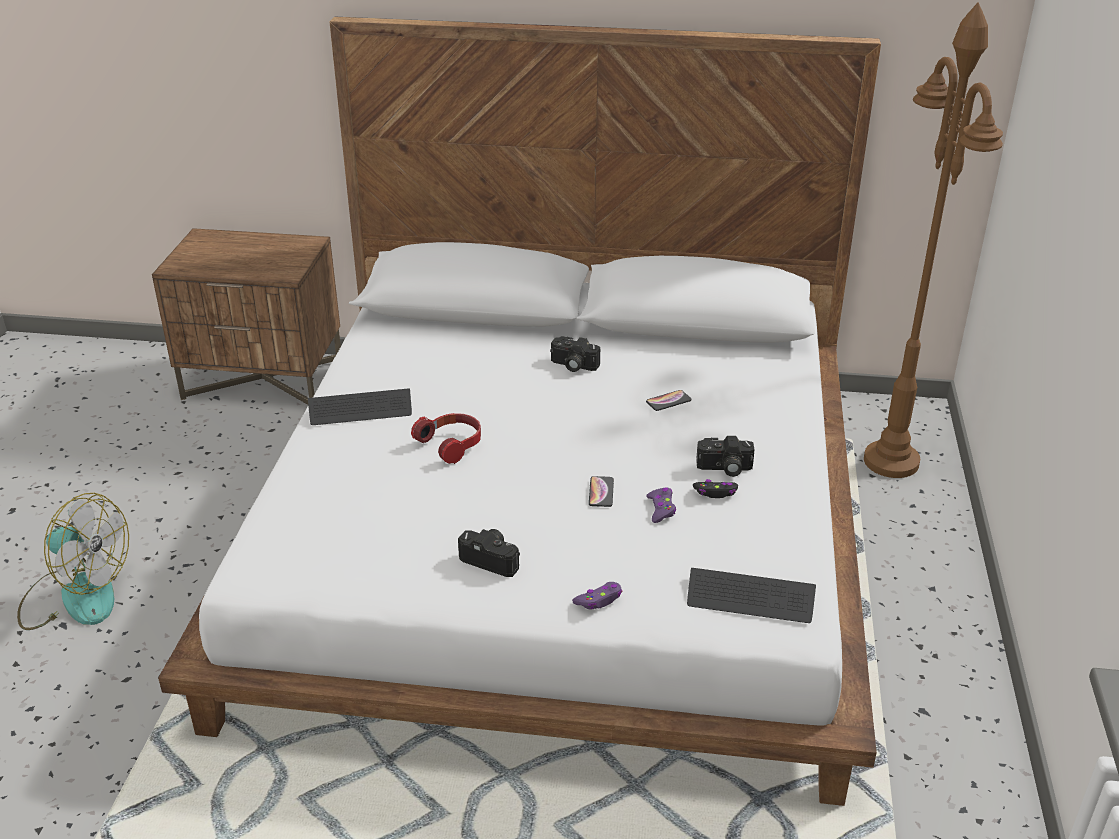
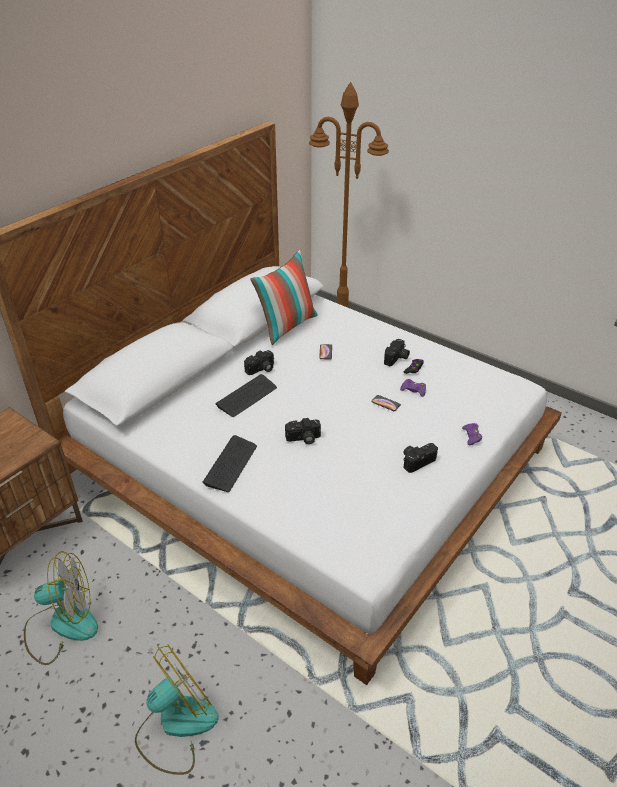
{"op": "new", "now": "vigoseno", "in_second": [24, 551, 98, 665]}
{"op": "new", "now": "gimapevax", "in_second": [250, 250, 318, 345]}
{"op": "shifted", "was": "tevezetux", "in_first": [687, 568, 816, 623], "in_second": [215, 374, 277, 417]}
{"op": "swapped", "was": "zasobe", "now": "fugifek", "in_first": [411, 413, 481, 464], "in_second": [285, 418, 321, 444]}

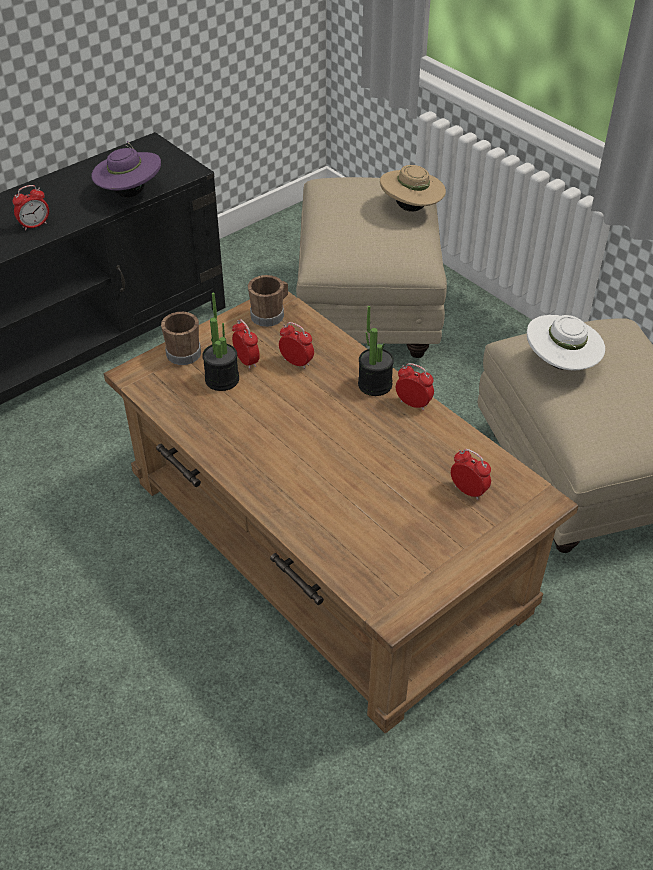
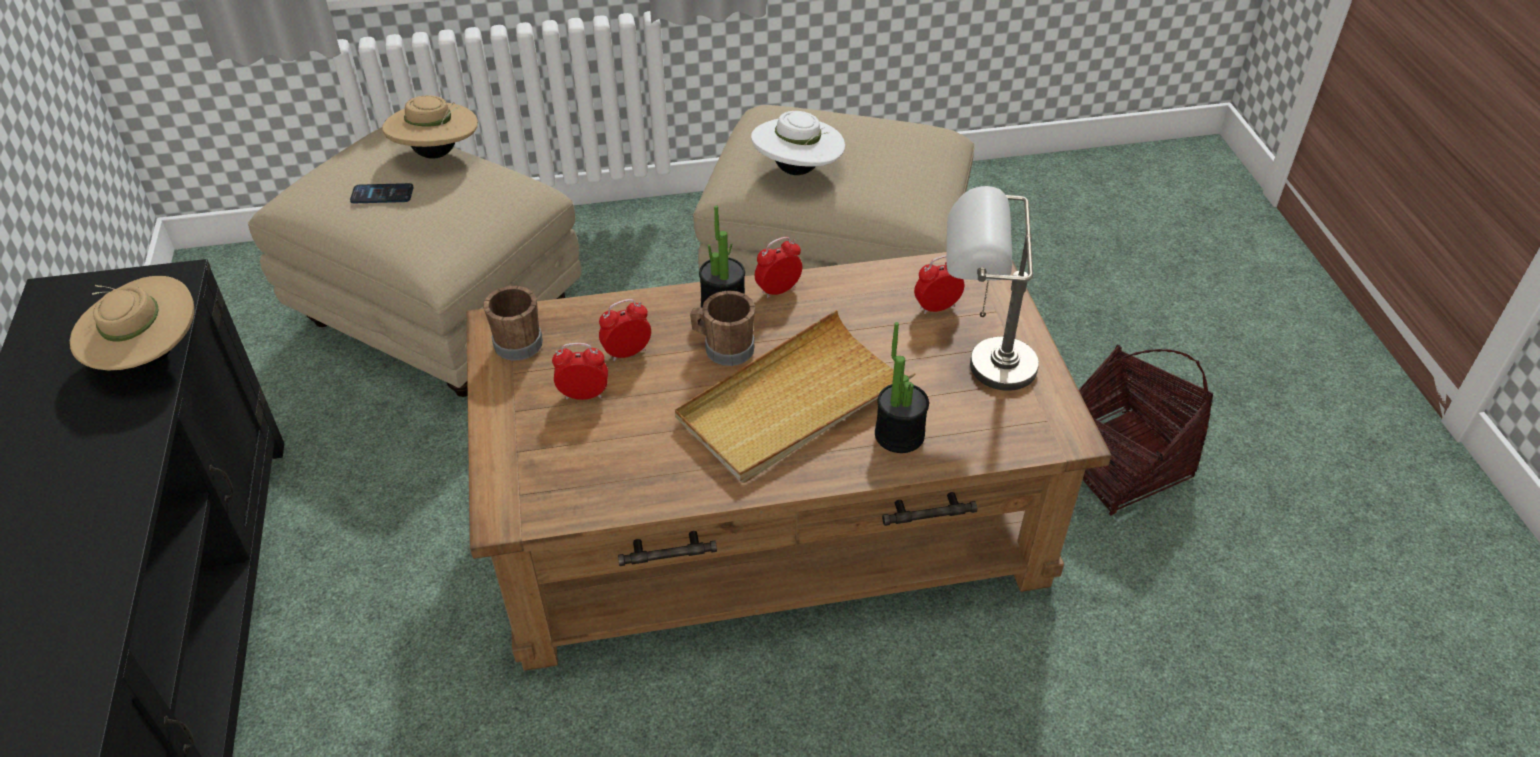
{"op": "gone", "was": "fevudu", "in_first": [12, 185, 49, 231]}
{"op": "new", "now": "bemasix", "in_second": [350, 183, 414, 203]}
{"op": "new", "now": "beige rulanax", "in_second": [675, 310, 916, 483]}
{"op": "new", "now": "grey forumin", "in_second": [947, 186, 1039, 391]}
{"op": "new", "now": "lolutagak", "in_second": [1079, 344, 1213, 515]}
{"op": "shifted", "was": "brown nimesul", "in_first": [161, 312, 201, 365], "in_second": [690, 291, 755, 366]}
{"op": "shifted", "was": "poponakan", "in_first": [202, 293, 239, 391], "in_second": [875, 322, 929, 453]}
{"op": "repainted", "was": "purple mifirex", "now": "beige mifirex", "in_first": [91, 141, 161, 197], "in_second": [70, 276, 194, 371]}

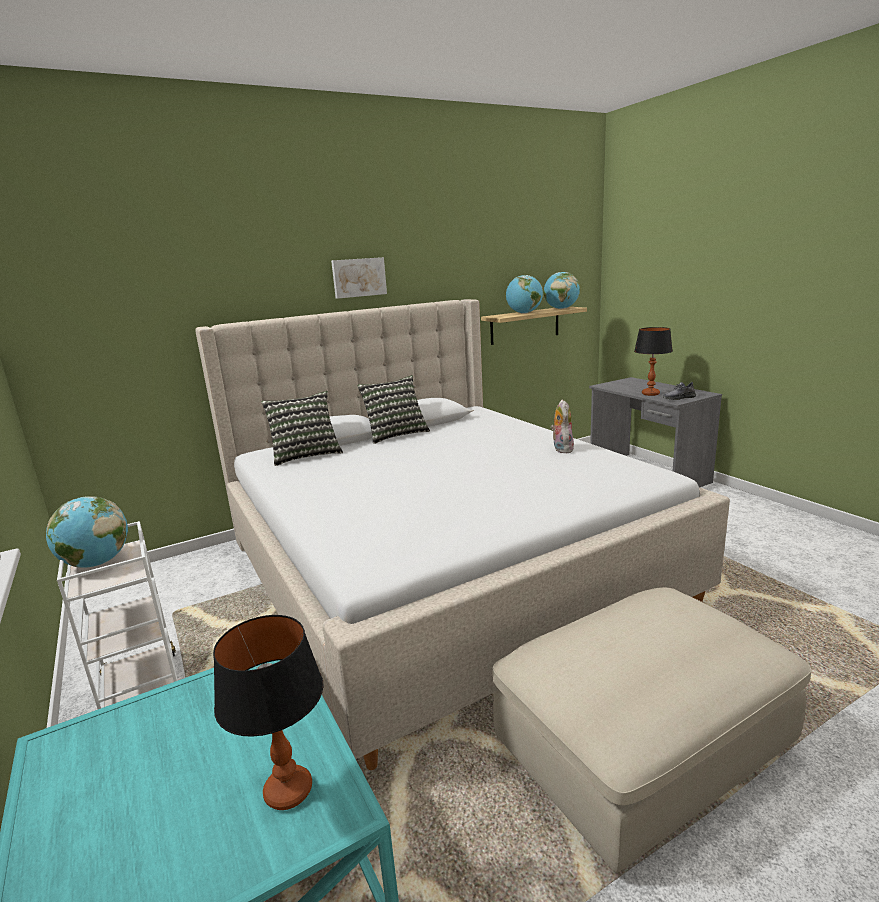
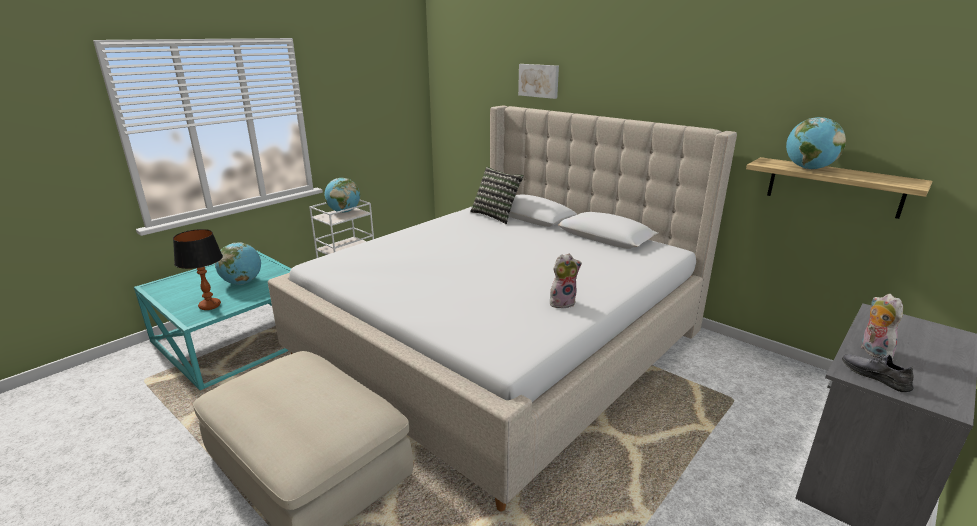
{"op": "gone", "was": "gimapevax", "in_first": [357, 375, 430, 444]}
{"op": "shifted", "was": "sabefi", "in_first": [331, 257, 387, 299], "in_second": [518, 64, 559, 99]}
{"op": "shifted", "was": "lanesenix", "in_first": [543, 272, 580, 309], "in_second": [215, 242, 261, 285]}
{"op": "swapped", "was": "forumin", "now": "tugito", "in_first": [634, 327, 673, 396], "in_second": [861, 294, 903, 359]}

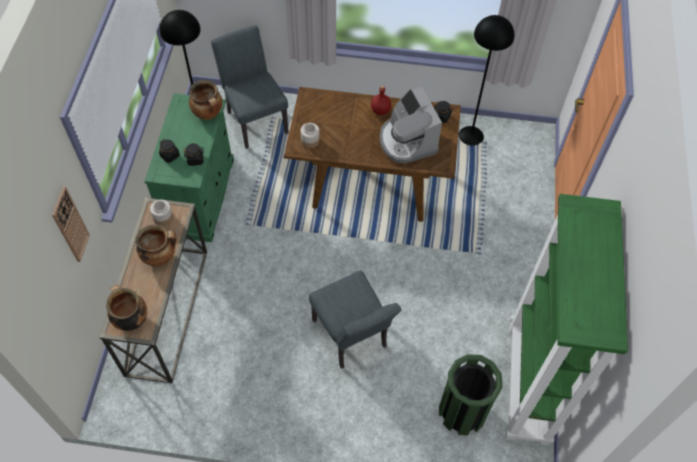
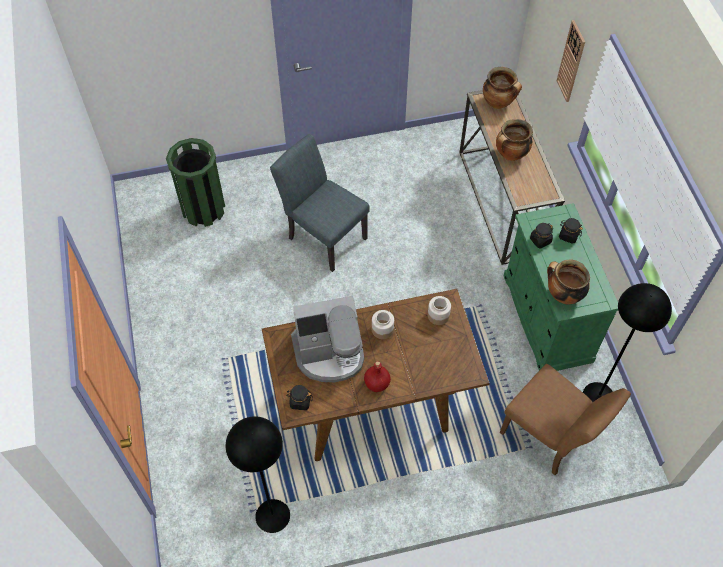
{"op": "gone", "was": "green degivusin", "in_first": [505, 194, 628, 445]}
{"op": "shifted", "was": "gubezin", "in_first": [150, 200, 173, 226], "in_second": [372, 310, 394, 339]}
{"op": "repainted", "was": "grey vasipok", "now": "brown vasipok", "in_first": [211, 25, 289, 149], "in_second": [500, 364, 631, 475]}
{"op": "rotated", "was": "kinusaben", "in_first": [380, 87, 442, 163], "in_second": [291, 296, 364, 382], "clockwise": 120}

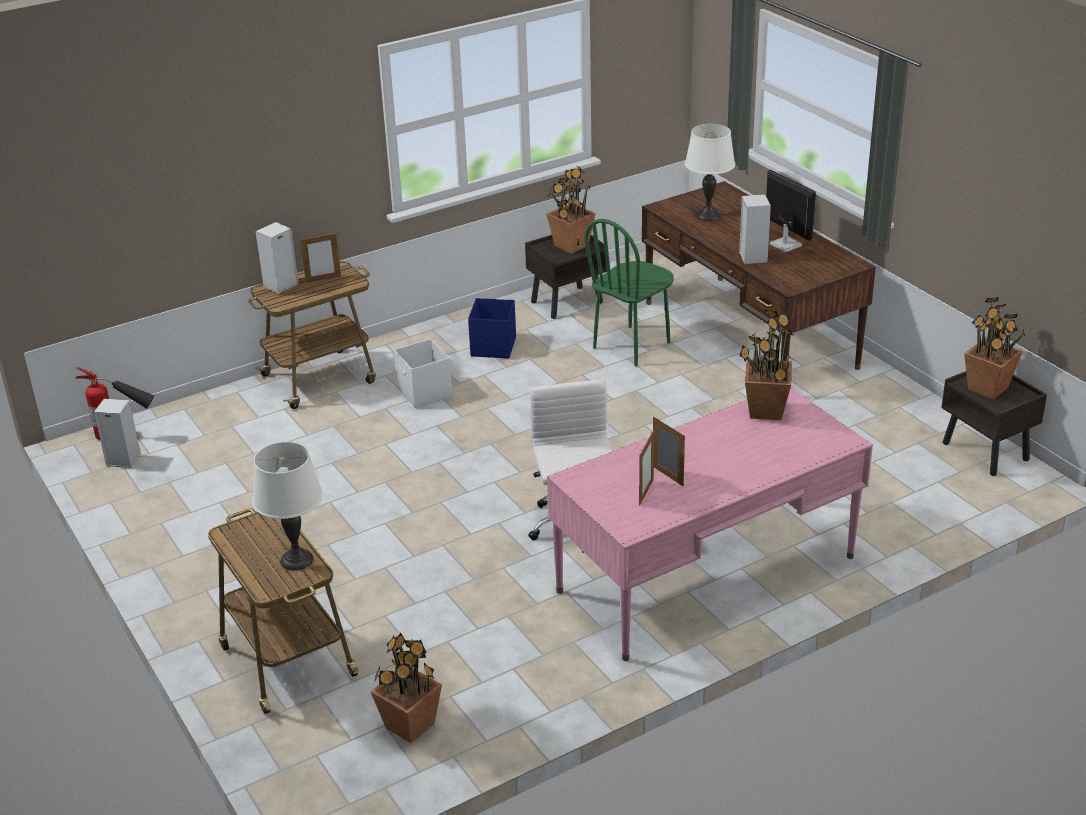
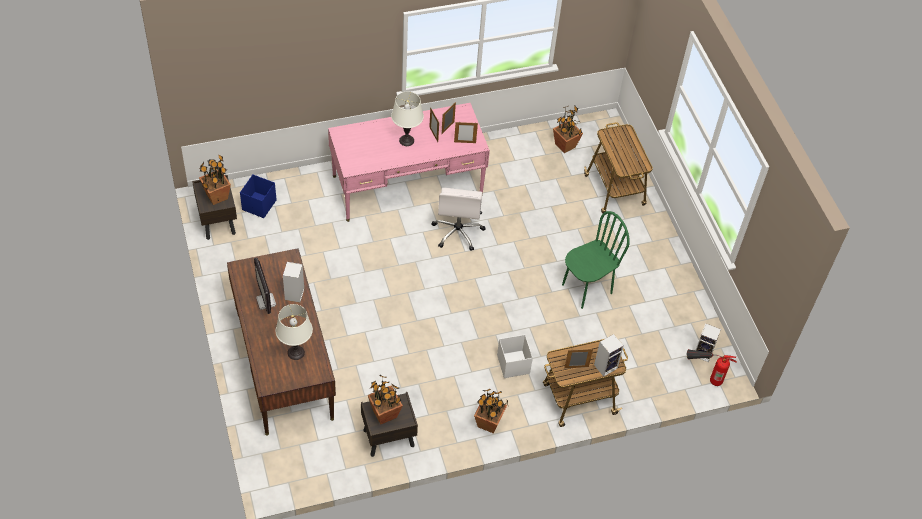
{"op": "new", "now": "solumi", "in_second": [454, 122, 478, 143]}
{"op": "shifted", "was": "white forumin", "in_first": [252, 442, 323, 570], "in_second": [391, 91, 424, 146]}
{"op": "shifted", "was": "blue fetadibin", "in_first": [468, 298, 516, 358], "in_second": [240, 175, 277, 218]}
{"op": "shifted", "was": "green vasipok", "in_first": [585, 219, 674, 366], "in_second": [562, 211, 630, 309]}
{"op": "shifted", "was": "poponakan", "in_first": [739, 310, 793, 420], "in_second": [474, 389, 508, 434]}

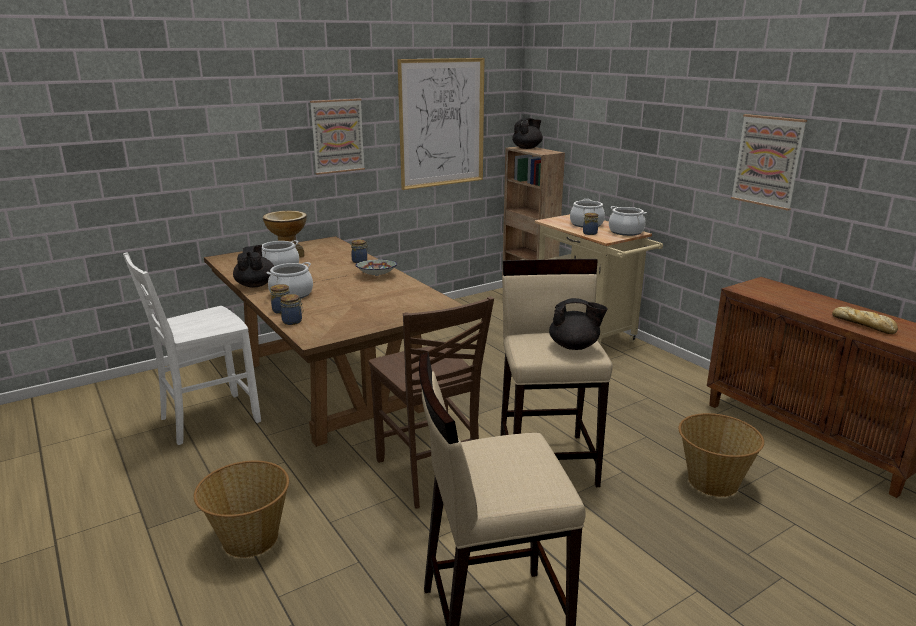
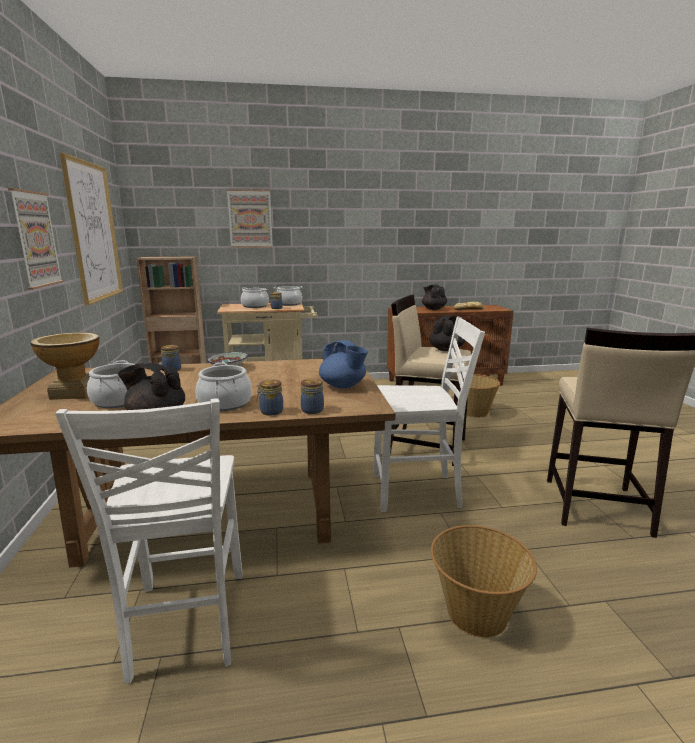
{"op": "new", "now": "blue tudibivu", "in_second": [319, 340, 368, 389]}
{"op": "shifted", "was": "black tudibivu", "in_first": [512, 118, 543, 149], "in_second": [422, 285, 447, 310]}
{"op": "shifted", "was": "sabefi", "in_first": [731, 114, 807, 211], "in_second": [227, 189, 273, 248]}
{"op": "repainted", "was": "brown vasipok", "now": "white vasipok", "in_first": [369, 296, 494, 509], "in_second": [374, 316, 485, 512]}

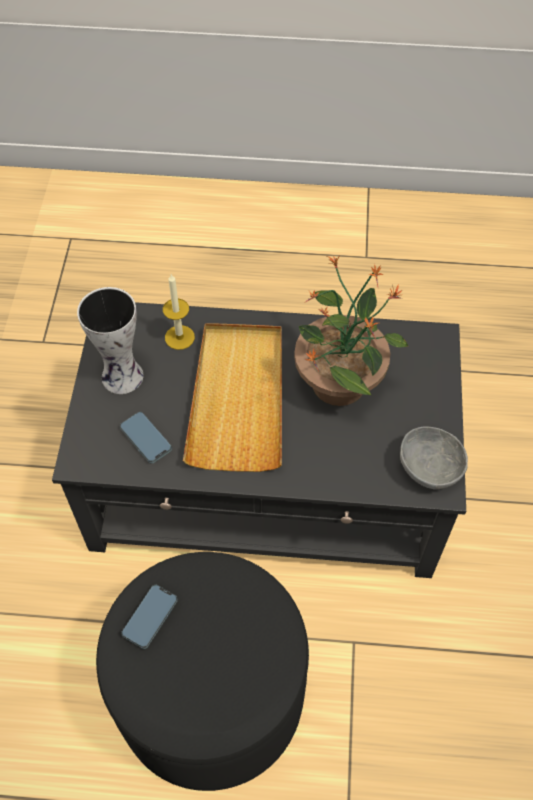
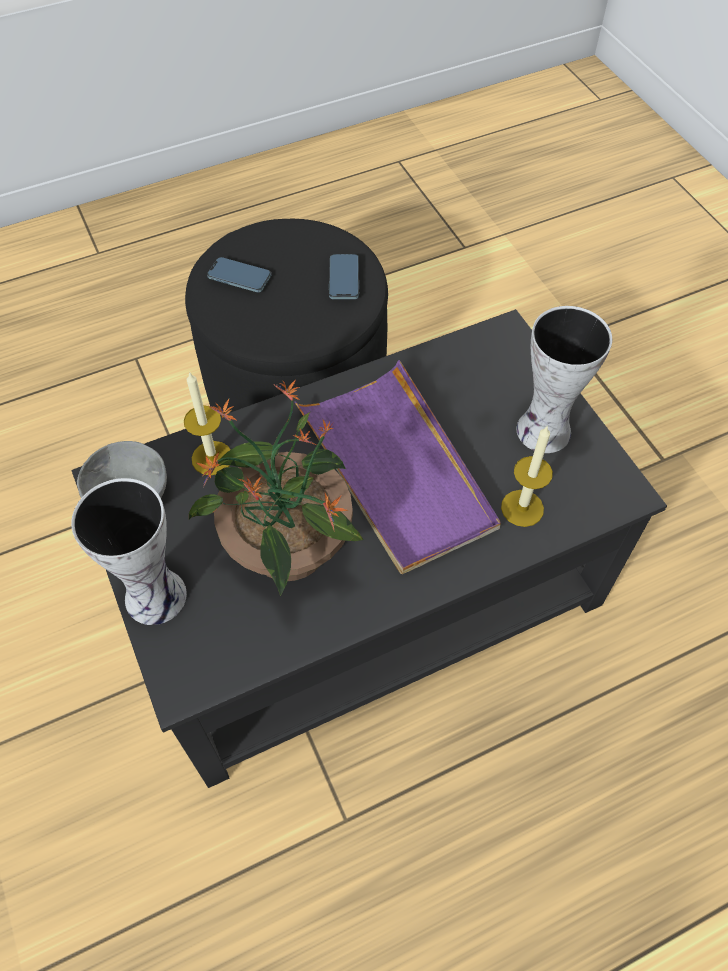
{"op": "new", "now": "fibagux", "in_second": [71, 478, 187, 625]}
{"op": "new", "now": "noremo", "in_second": [184, 371, 231, 475]}
{"op": "shifted", "was": "bemasix", "in_first": [120, 412, 172, 464], "in_second": [207, 257, 271, 292]}
{"op": "repainted", "was": "beige rulanax", "now": "purple rulanax", "in_first": [183, 323, 282, 472], "in_second": [295, 360, 501, 574]}

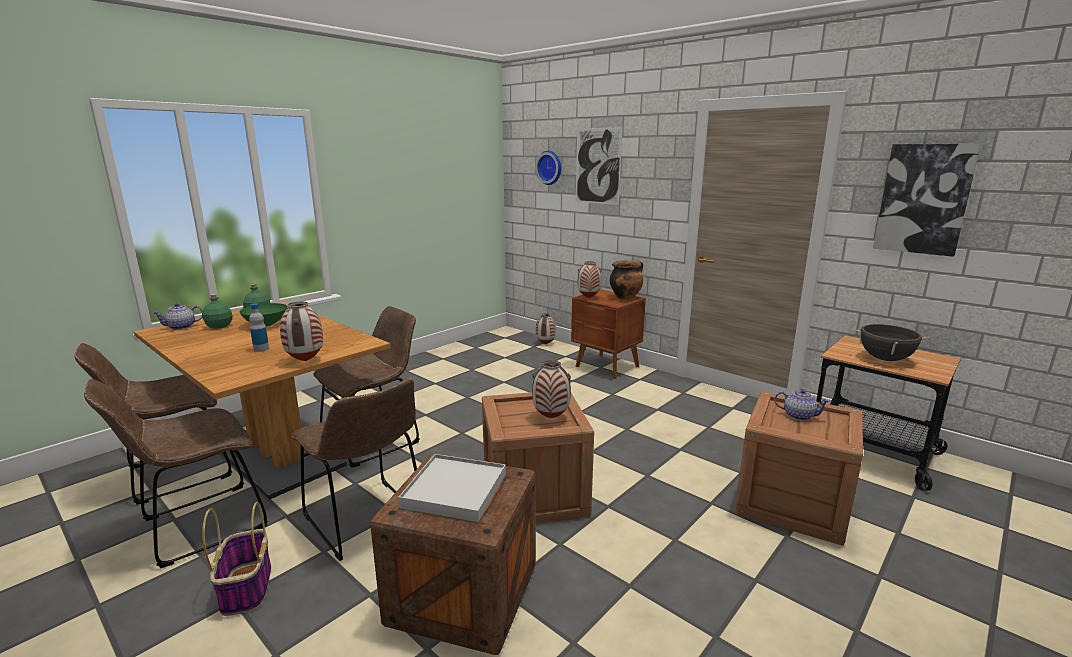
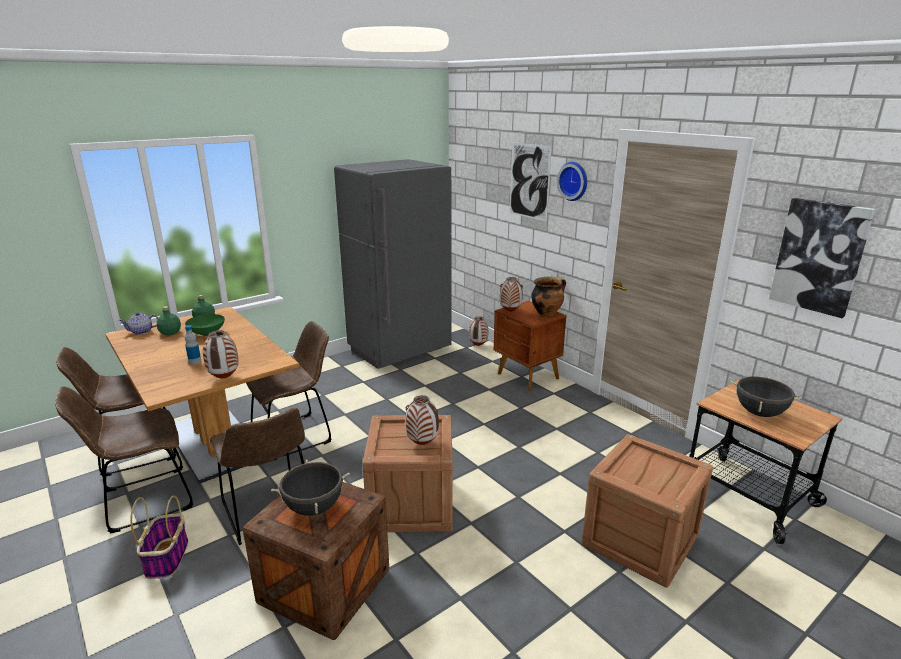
{"op": "gone", "was": "tudibivu", "in_first": [774, 389, 830, 421]}
{"op": "new", "now": "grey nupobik", "in_second": [334, 159, 452, 369]}
{"op": "shifted", "was": "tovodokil", "in_first": [535, 150, 561, 185], "in_second": [557, 162, 587, 201]}
{"op": "swapped", "was": "white rulanax", "now": "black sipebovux", "in_first": [398, 454, 506, 522], "in_second": [271, 460, 350, 516]}

